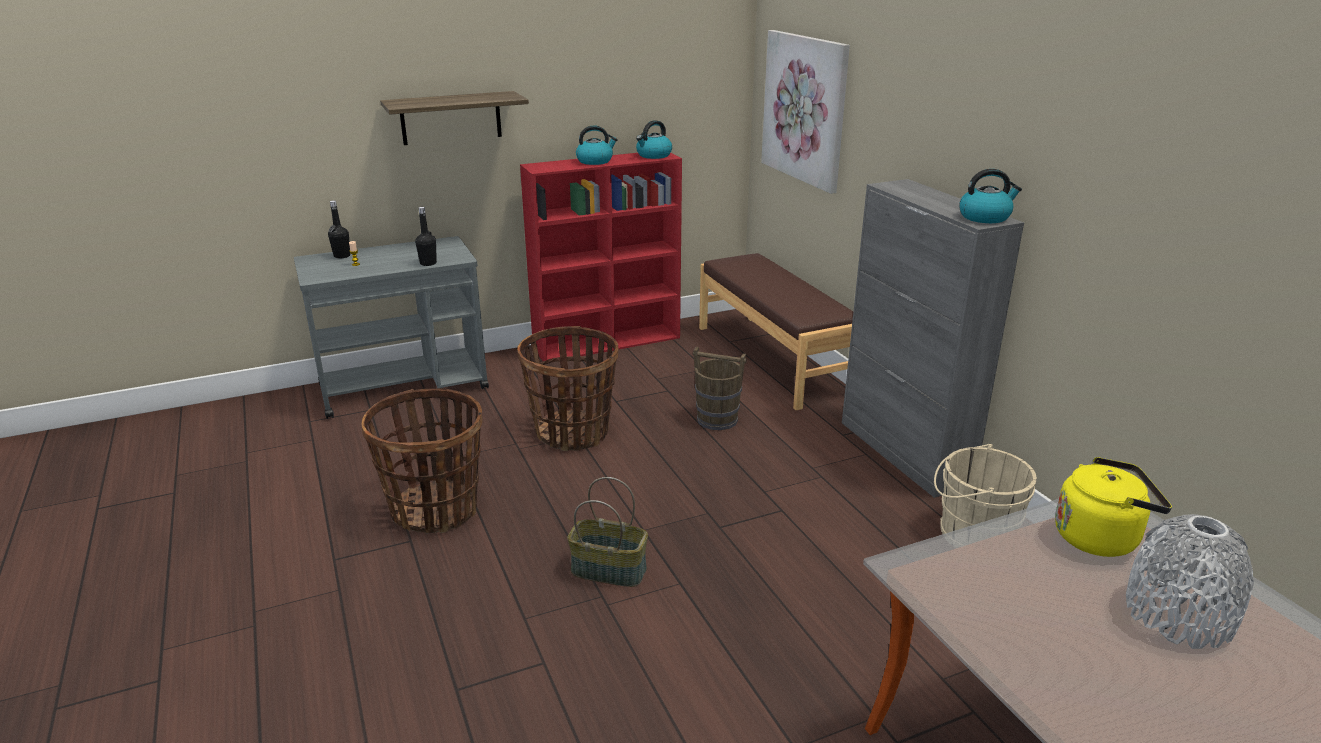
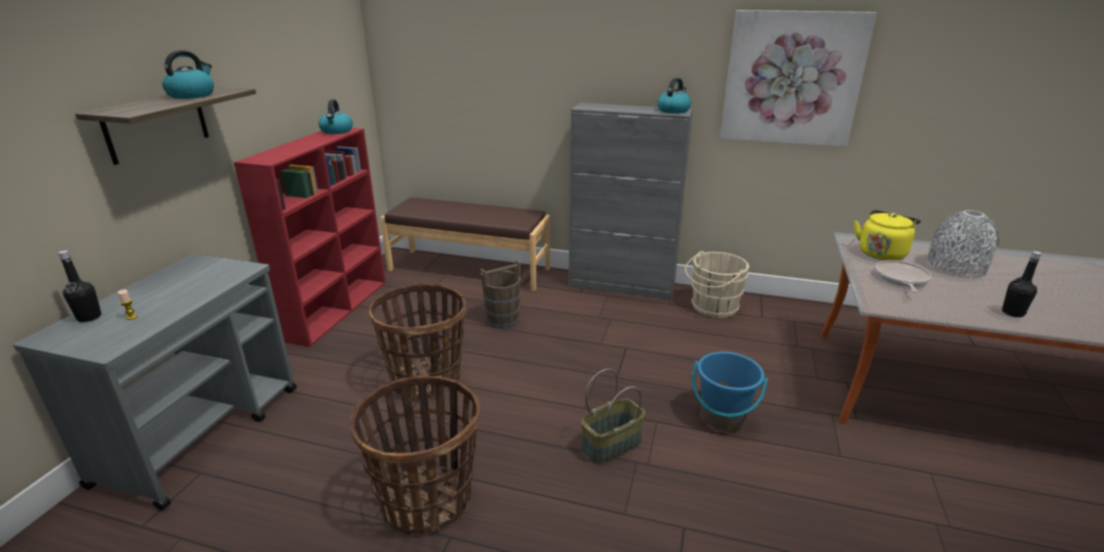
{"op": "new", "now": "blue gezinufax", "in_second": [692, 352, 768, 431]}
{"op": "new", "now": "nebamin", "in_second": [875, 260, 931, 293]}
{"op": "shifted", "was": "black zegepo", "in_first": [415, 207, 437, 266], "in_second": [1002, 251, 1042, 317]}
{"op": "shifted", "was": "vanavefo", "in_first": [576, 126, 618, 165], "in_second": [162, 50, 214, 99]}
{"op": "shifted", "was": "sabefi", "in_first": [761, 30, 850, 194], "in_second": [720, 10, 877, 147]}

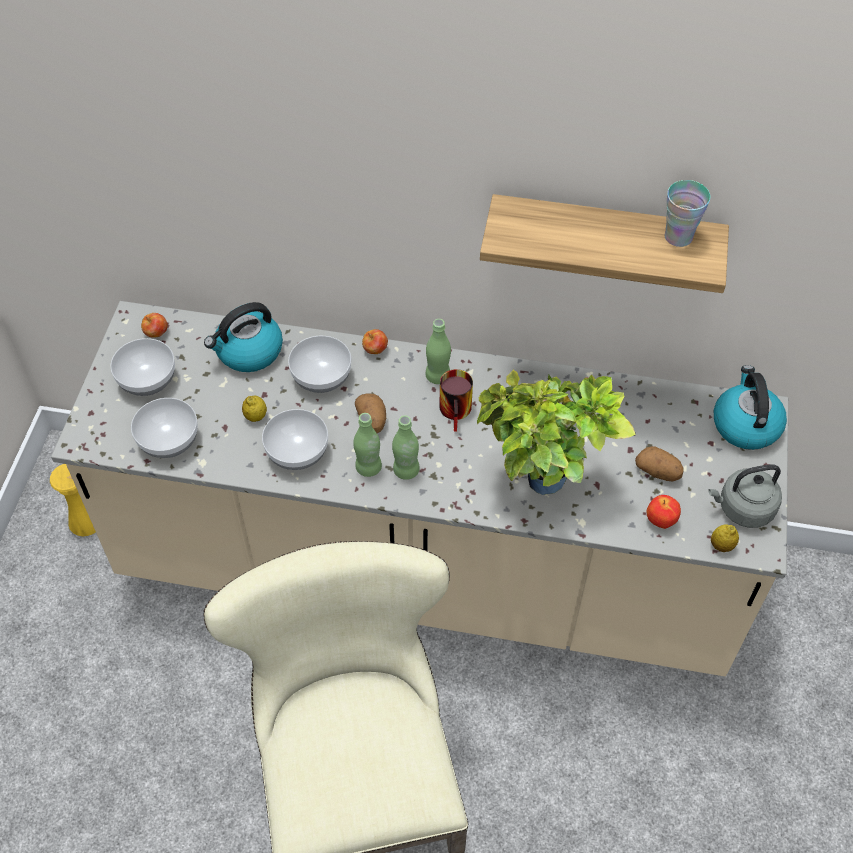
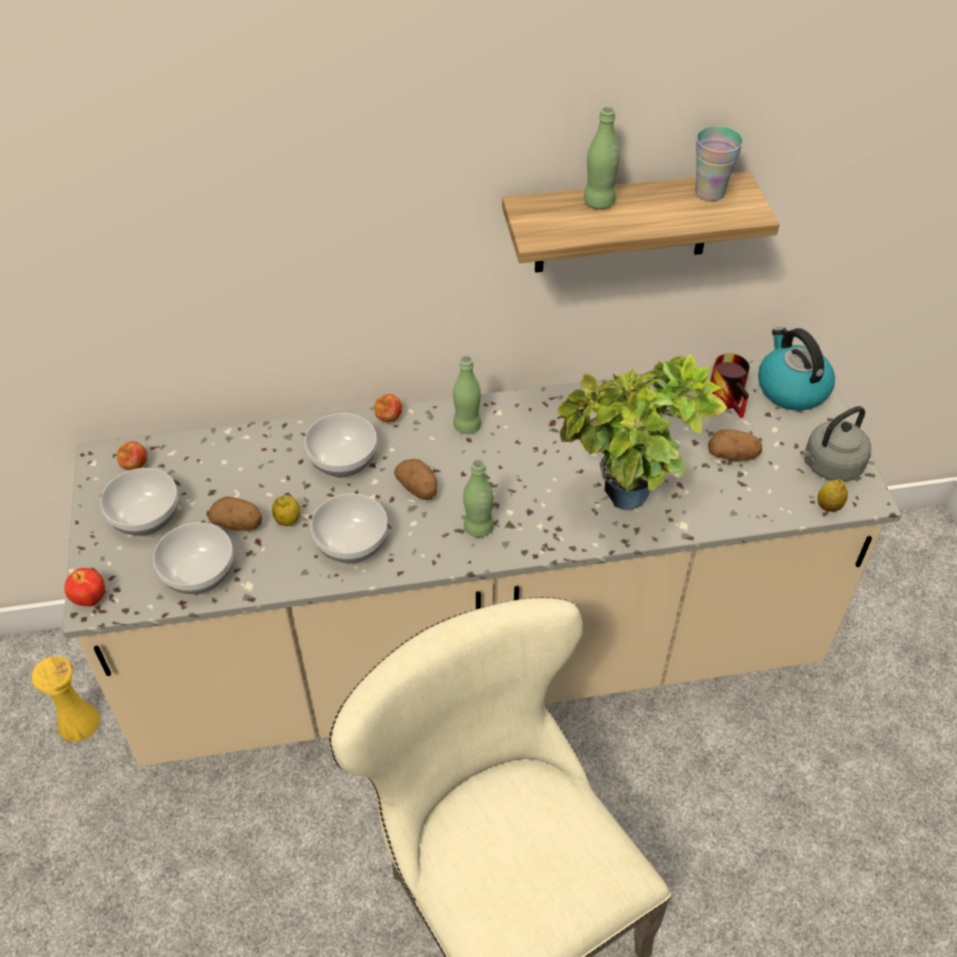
{"op": "gone", "was": "vanavefo", "in_first": [204, 302, 283, 372]}
{"op": "new", "now": "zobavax", "in_second": [208, 496, 262, 531]}
{"op": "shifted", "was": "green zegepo", "in_first": [353, 413, 382, 477], "in_second": [584, 106, 620, 209]}
{"op": "shifted", "was": "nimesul", "in_first": [439, 369, 473, 431], "in_second": [710, 353, 750, 418]}
{"op": "shifted", "was": "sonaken", "in_first": [646, 495, 681, 529], "in_second": [64, 568, 105, 606]}

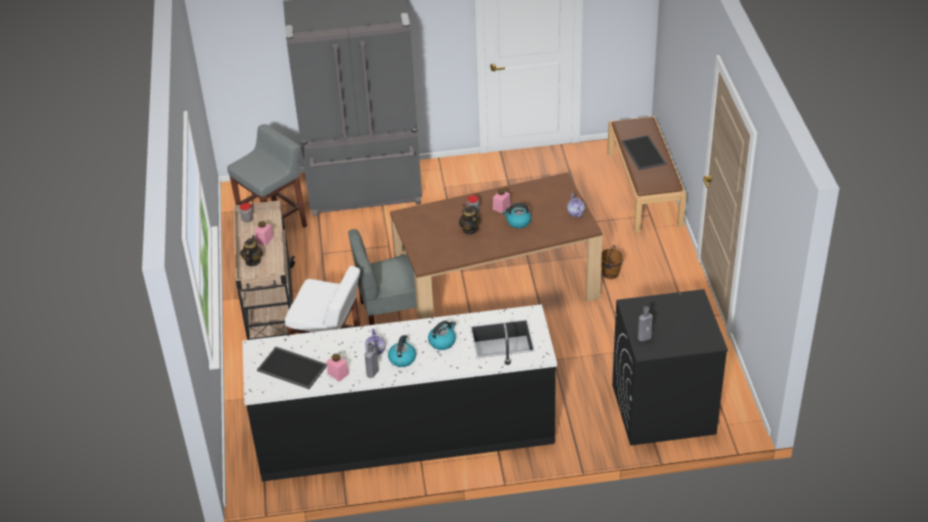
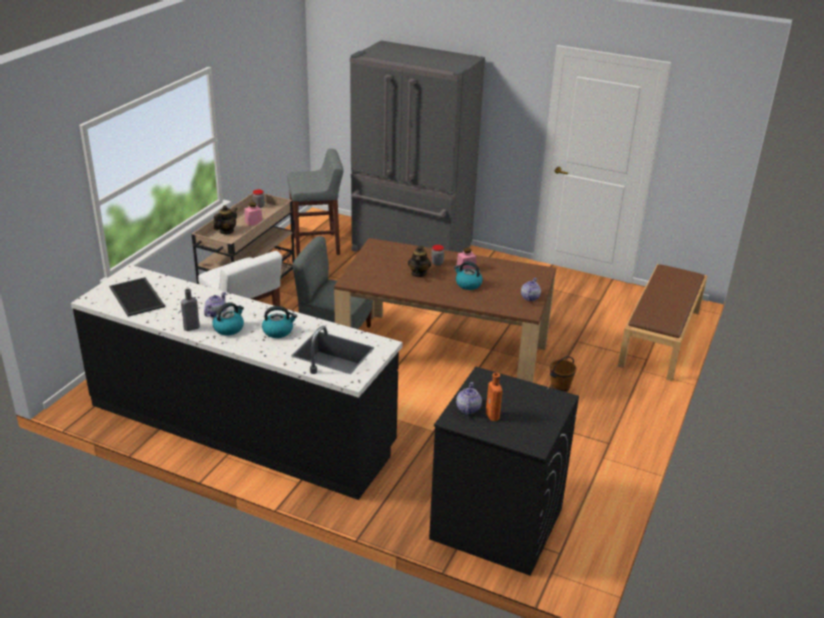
{"op": "gone", "was": "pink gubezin", "in_first": [326, 354, 349, 382]}
{"op": "gone", "was": "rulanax", "in_first": [622, 135, 666, 170]}
{"op": "new", "now": "orange zegepo", "in_second": [486, 373, 503, 421]}
{"op": "swapped", "was": "grey zegepo", "now": "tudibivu", "in_first": [638, 307, 653, 342], "in_second": [456, 382, 482, 415]}

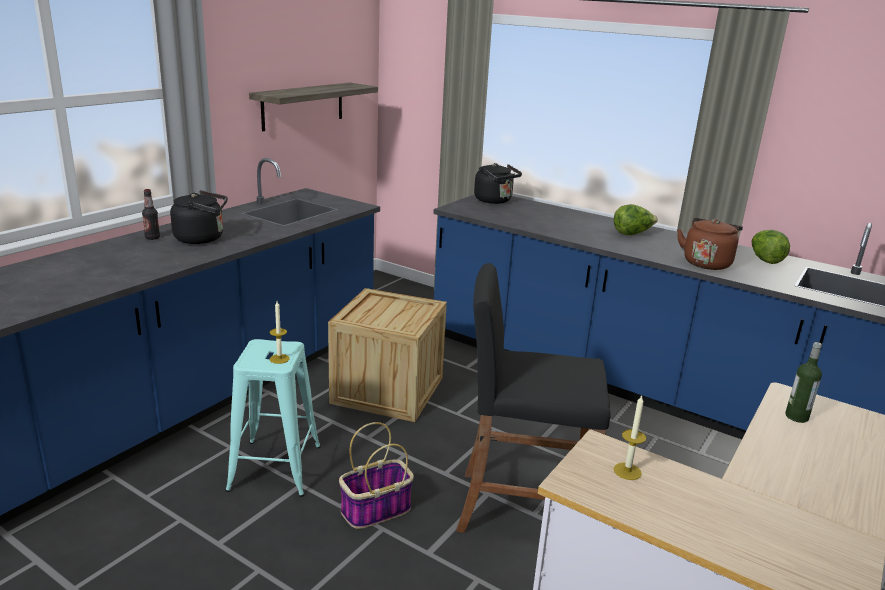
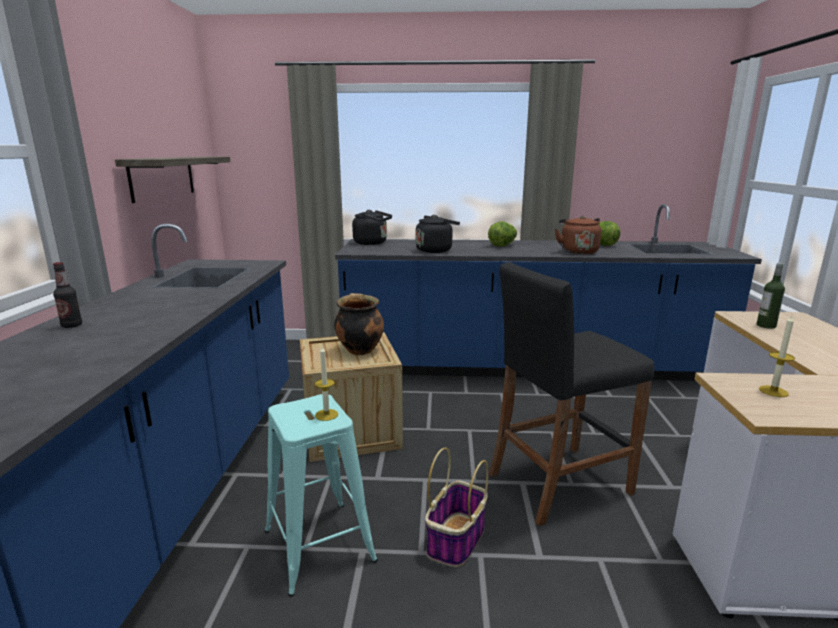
{"op": "new", "now": "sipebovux", "in_second": [334, 293, 384, 355]}
{"op": "shifted", "was": "black vanavefo", "in_first": [170, 190, 228, 244], "in_second": [416, 215, 460, 253]}

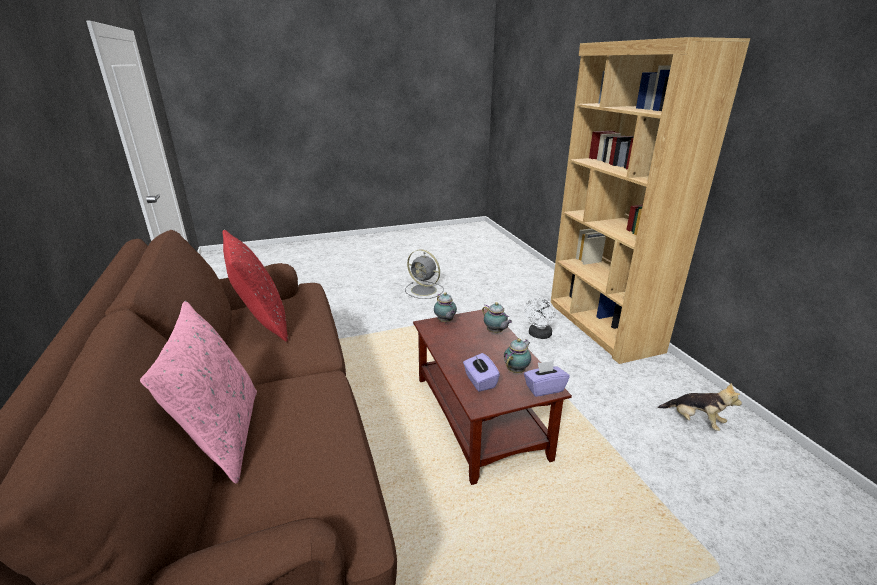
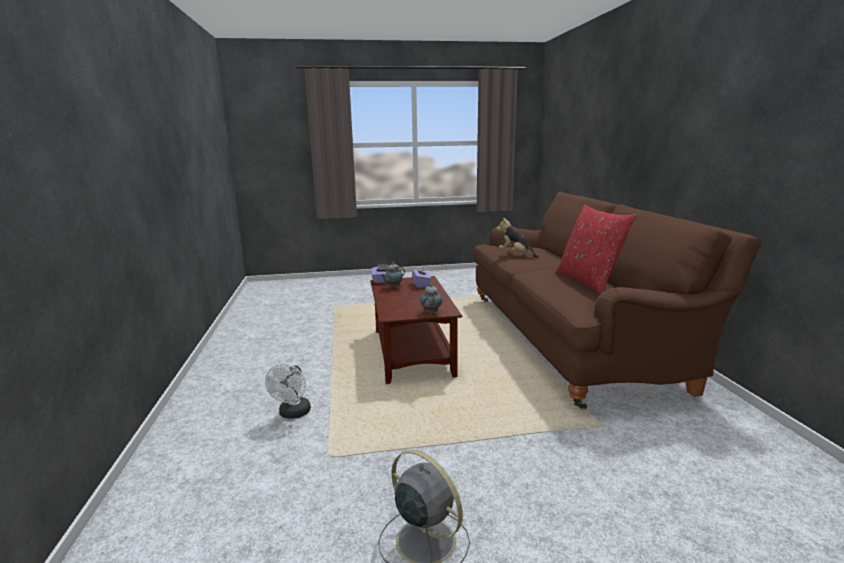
{"op": "gone", "was": "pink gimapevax", "in_first": [140, 301, 257, 484]}
{"op": "gone", "was": "tudibivu", "in_first": [482, 302, 512, 333]}
{"op": "gone", "was": "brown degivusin", "in_first": [550, 37, 750, 364]}
{"op": "shifted", "was": "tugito", "in_first": [658, 383, 742, 431], "in_second": [497, 217, 539, 259]}
{"op": "rotated", "was": "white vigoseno", "in_first": [524, 298, 556, 339], "in_second": [265, 364, 311, 419], "clockwise": 150}

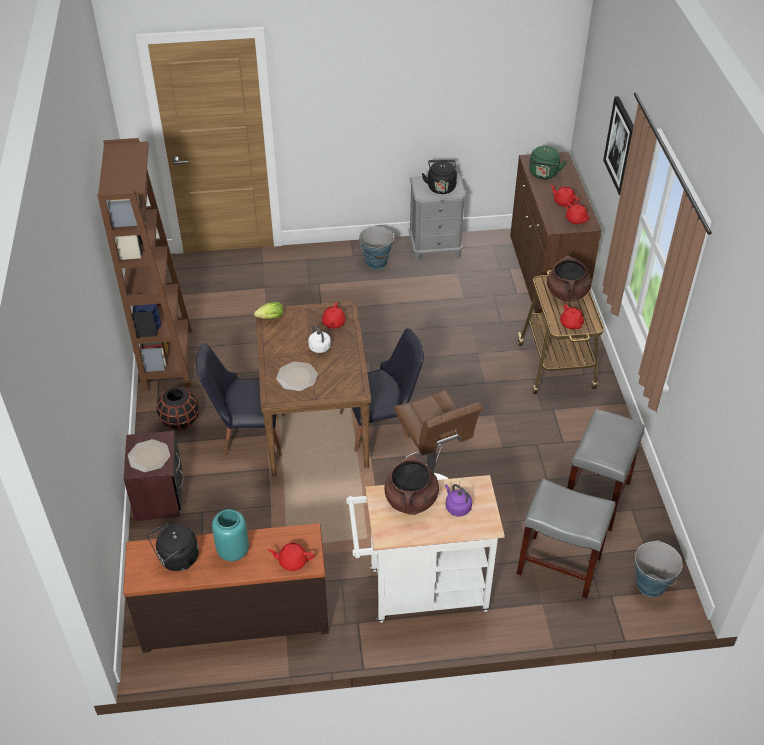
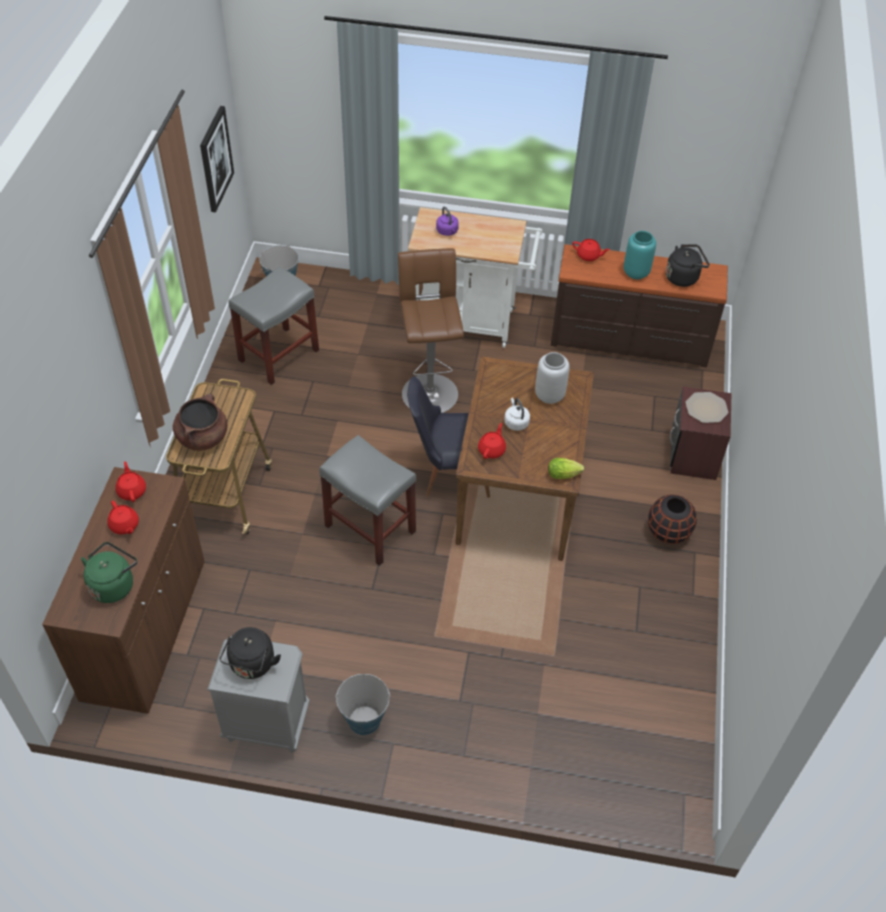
{"op": "gone", "was": "brown degivusin", "in_first": [97, 138, 192, 391]}
{"op": "gone", "was": "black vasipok", "in_first": [196, 343, 285, 456]}
{"op": "gone", "was": "brown sipebovux", "in_first": [384, 454, 439, 515]}
{"op": "gone", "was": "red tudibivu", "in_first": [560, 304, 584, 329]}
{"op": "shifted", "was": "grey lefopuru", "in_first": [517, 479, 615, 599], "in_second": [319, 435, 416, 566]}
{"op": "shifted", "was": "sabefi", "in_first": [603, 96, 634, 195], "in_second": [200, 106, 234, 212]}
{"op": "swapped", "was": "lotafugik", "now": "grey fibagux", "in_first": [276, 362, 318, 391], "in_second": [535, 352, 570, 404]}

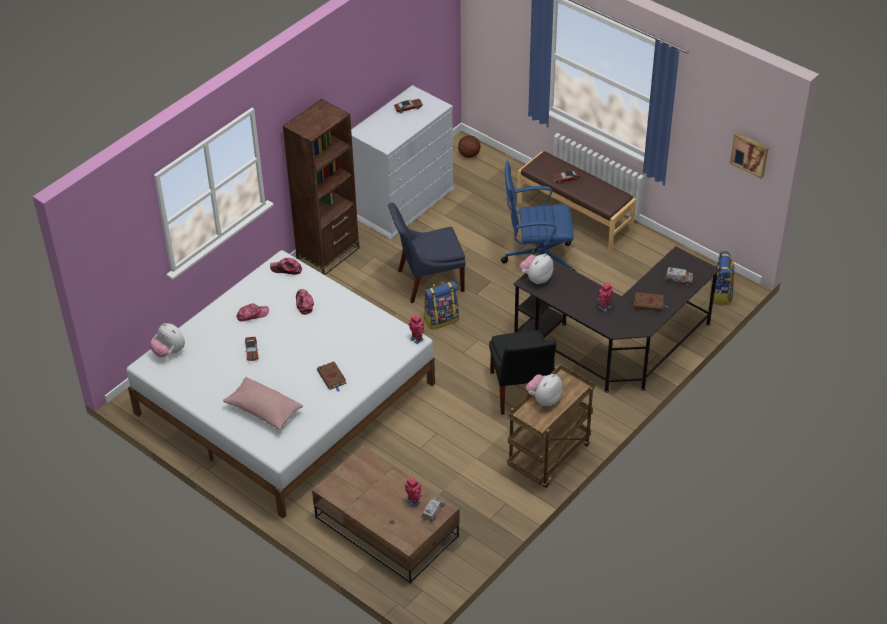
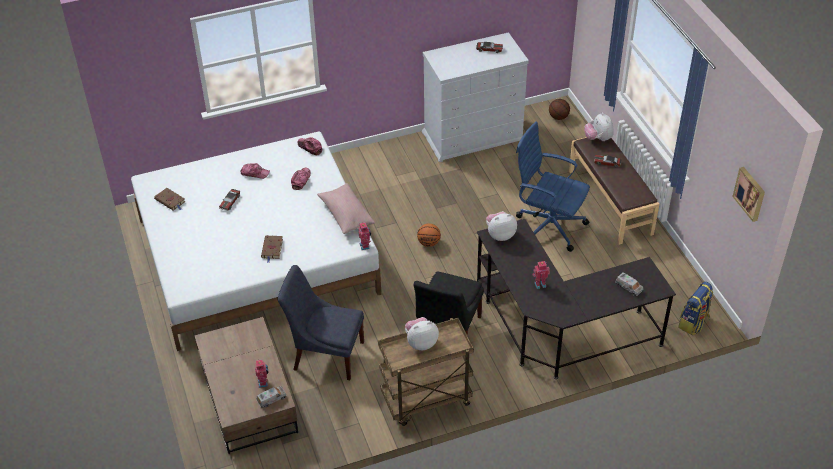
{"op": "gone", "was": "brown degivusin", "in_first": [283, 99, 359, 275]}
{"op": "shifted", "was": "tugito", "in_first": [150, 323, 185, 358], "in_second": [584, 112, 614, 141]}
{"op": "shifted", "was": "pink gimapevax", "in_first": [223, 377, 303, 430], "in_second": [317, 183, 375, 234]}
{"op": "shifted", "was": "blue vasipok", "in_first": [388, 202, 466, 303], "in_second": [278, 265, 364, 380]}
{"op": "shifted", "was": "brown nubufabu", "in_first": [633, 292, 668, 311], "in_second": [154, 188, 185, 211]}
{"op": "swapped", "was": "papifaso", "now": "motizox", "in_first": [424, 281, 459, 330], "in_second": [417, 223, 441, 247]}

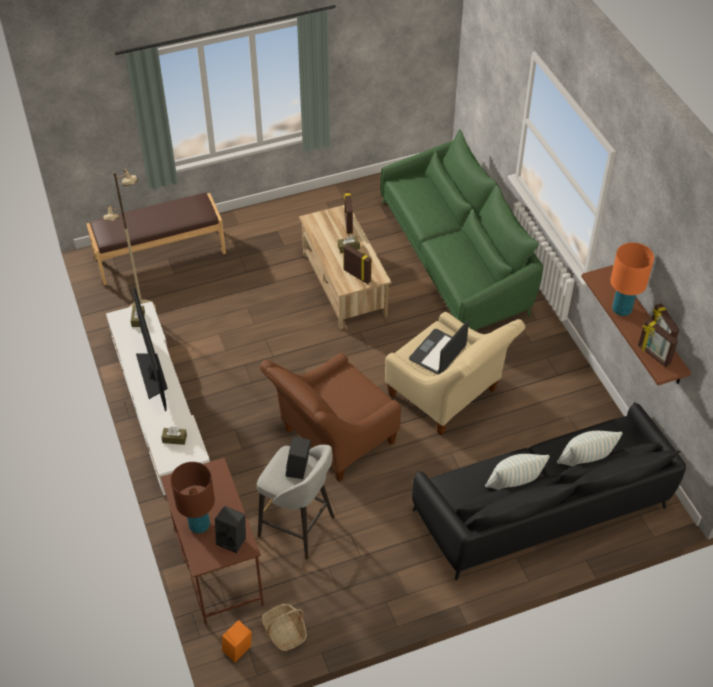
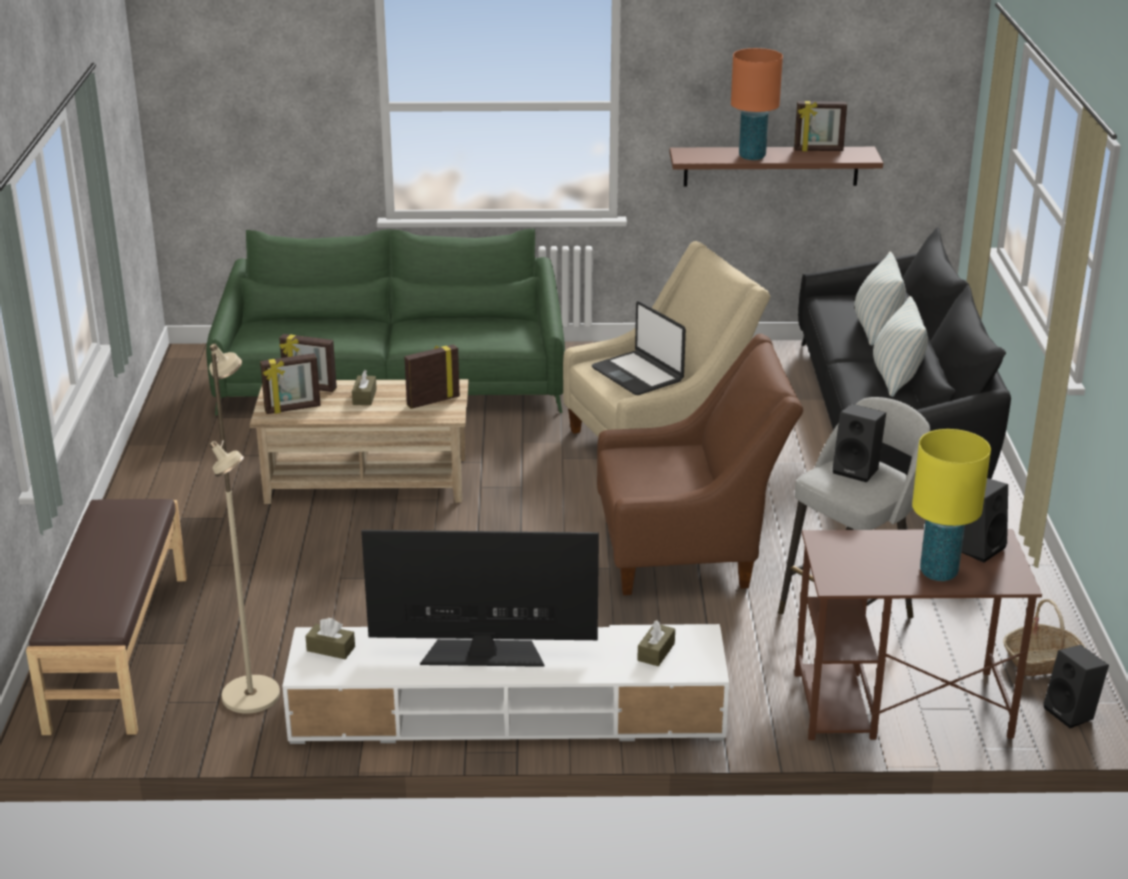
{"op": "shifted", "was": "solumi", "in_first": [638, 318, 678, 367], "in_second": [260, 353, 321, 414]}
{"op": "repainted", "was": "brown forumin", "now": "yellow forumin", "in_first": [170, 462, 215, 533], "in_second": [912, 429, 991, 581]}
{"op": "repainted", "was": "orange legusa", "now": "black legusa", "in_first": [222, 620, 252, 662], "in_second": [1044, 645, 1109, 728]}
{"op": "rotated", "was": "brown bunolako", "in_first": [259, 353, 401, 482], "in_second": [597, 334, 803, 595], "clockwise": -75}

